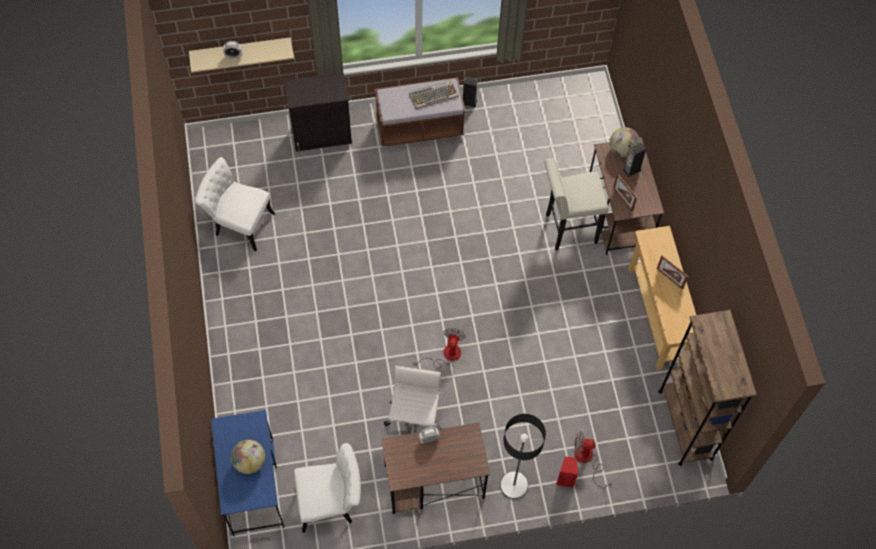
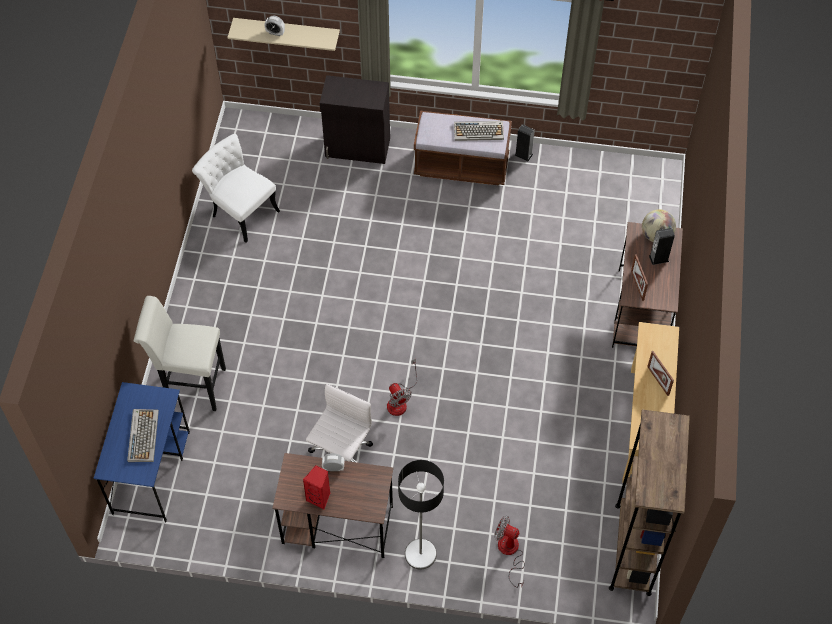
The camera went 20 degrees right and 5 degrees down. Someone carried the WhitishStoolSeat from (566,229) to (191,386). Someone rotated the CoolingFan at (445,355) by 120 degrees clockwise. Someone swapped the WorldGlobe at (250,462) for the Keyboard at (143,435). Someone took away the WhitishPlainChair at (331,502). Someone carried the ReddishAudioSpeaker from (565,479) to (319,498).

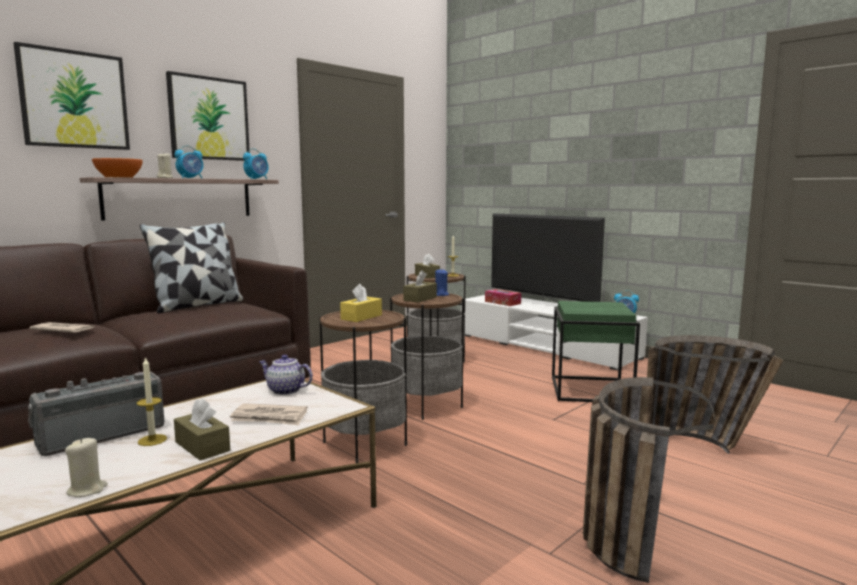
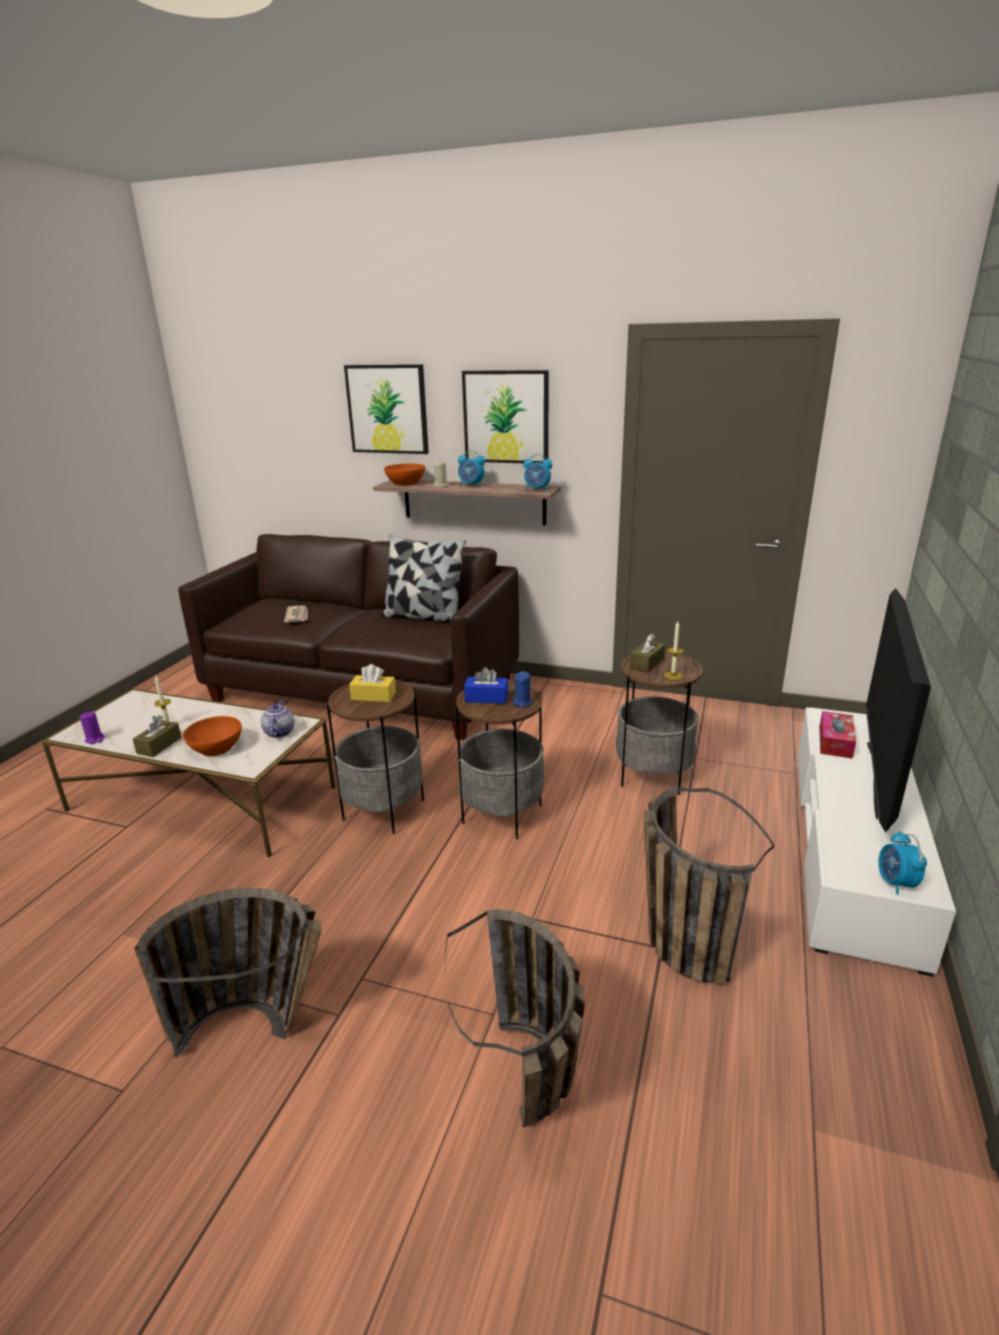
The camera went 65 degrees right and 15 degrees up. Someone repainted the BrownColouredTissueBox at (420,299), which became the BlueTissueBox at (486,698). Someone swapped the GreenishSideTable at (591,390) for the HouseholdBasket at (677,935). Someone took away the RadioReceiver at (101,435). Someone swapped the Newspaper at (269,418) for the OrangeyDeepDish at (216,748). Someone repainted the BeigeColouredCandle at (87,490), which became the PurplishCandle at (95,739).

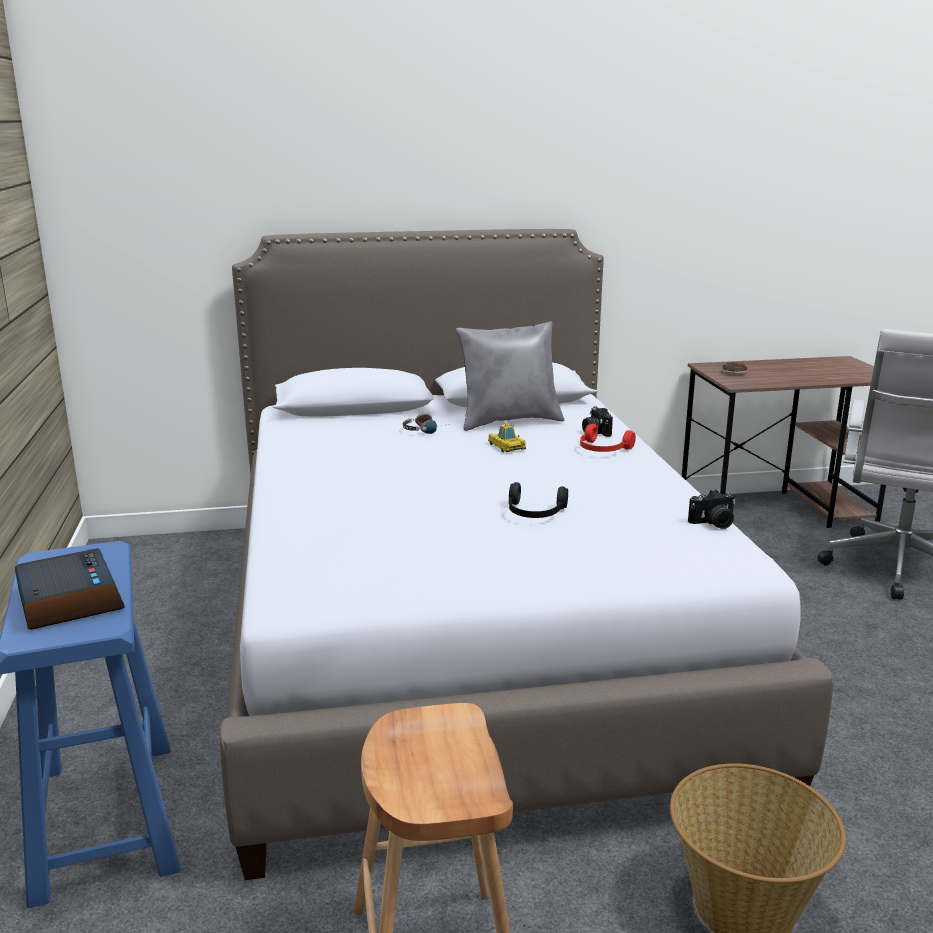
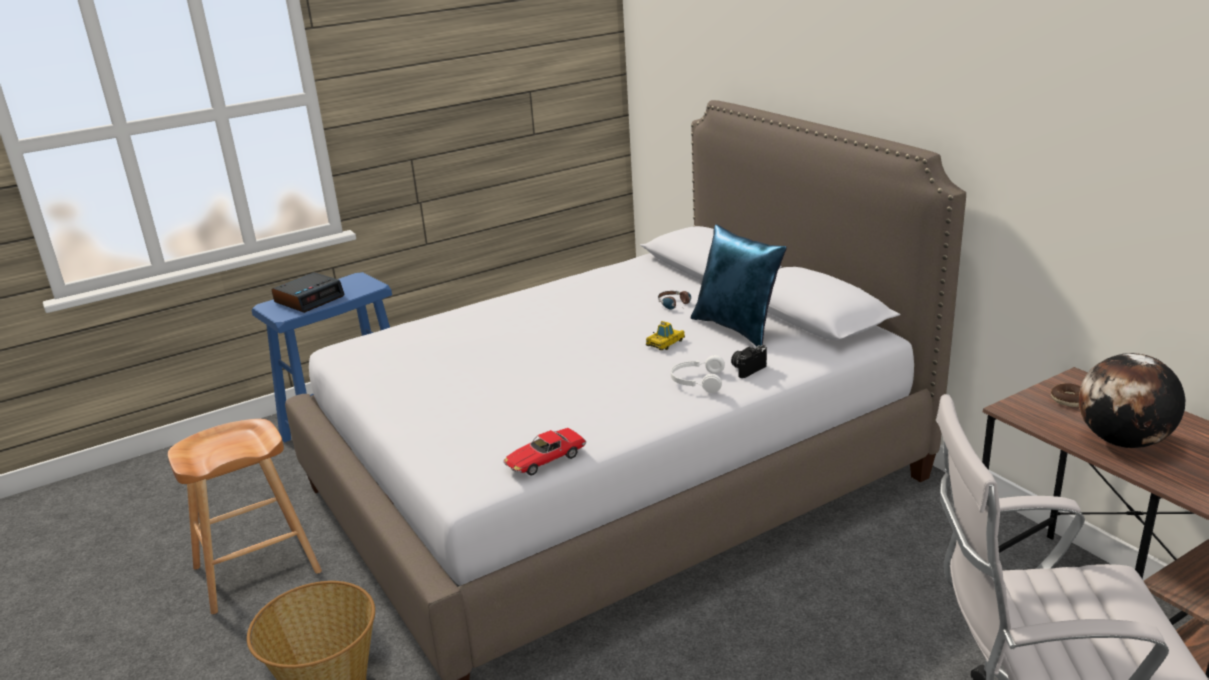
The camera went 70 degrees right and 5 degrees up. Someone repainted the GrayThrowPillow at (509,421), which became the BlueThrowPillow at (738,328). Someone repainted the ReddishHeadset at (602,450), which became the WhitishHeadset at (697,382). Someone took away the BlackHeadset at (534,513). Someone swapped the PhotoCamera at (713,523) for the ToyCar at (545,460). Someone put down the WorldGlobe at (1123,441).

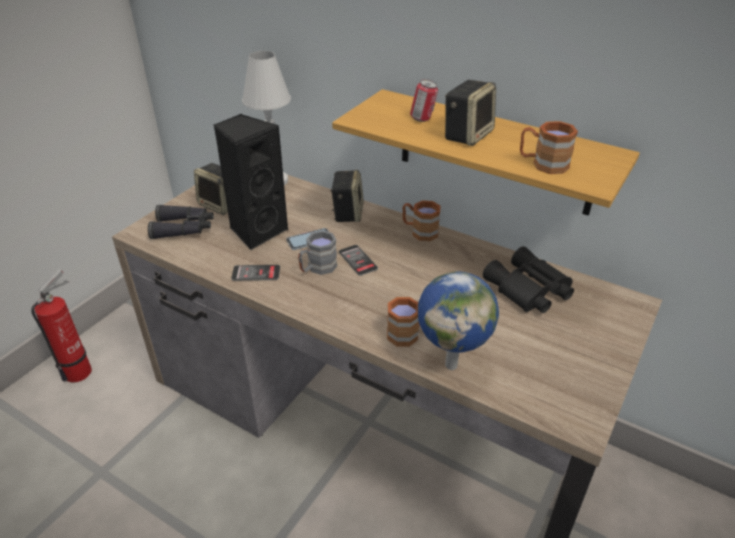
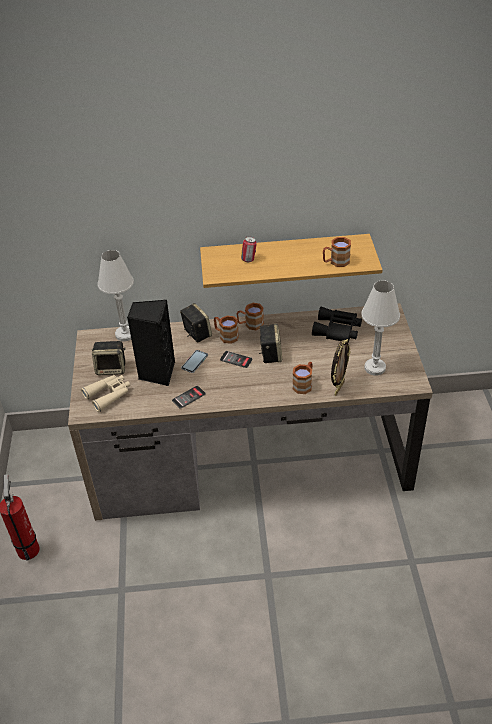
The camera went 35 degrees left and 5 degrees up. Someone carried the AudioSpeaker from (467,135) to (270,354). Someone repainted the BlackFieldGlasses at (184,228), which became the BeigeColouredFieldGlasses at (108,395). Someone took away the GrayMug at (317,268). Someone swapped the WorldGlobe at (452,364) for the PhotoFrame at (338,388). Someone put down the WhitishTableLamp at (374,368). Someone put down the BrownColouredMug at (226,335).

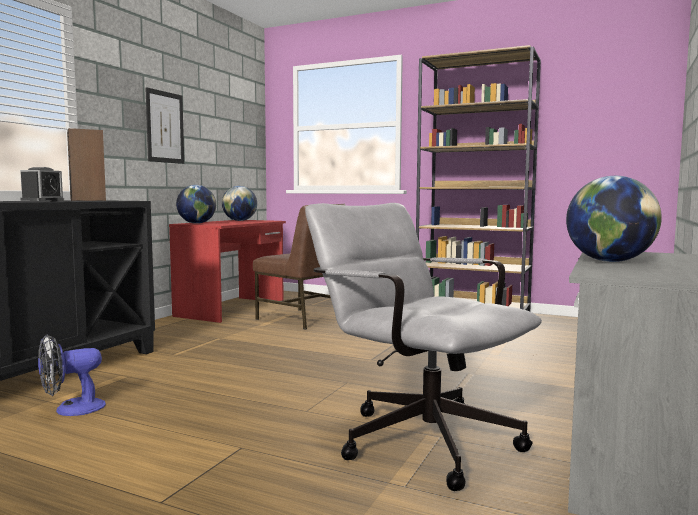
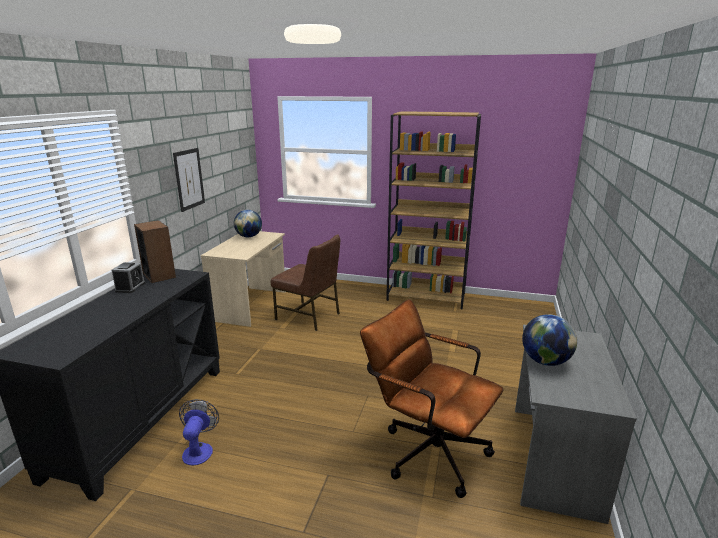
The camera went 10 degrees left and 15 degrees up. Someone took away the WorldGlobe at (197,223). Someone repainted the GrayOfficeChair at (416,436), which became the BrownColouredOfficeChair at (426,449). Someone repainted the ReddishDesk at (232,309), which became the BeigeColouredDesk at (251,305). Someone rotated the CoolingFan at (71,409) by 135 degrees clockwise.

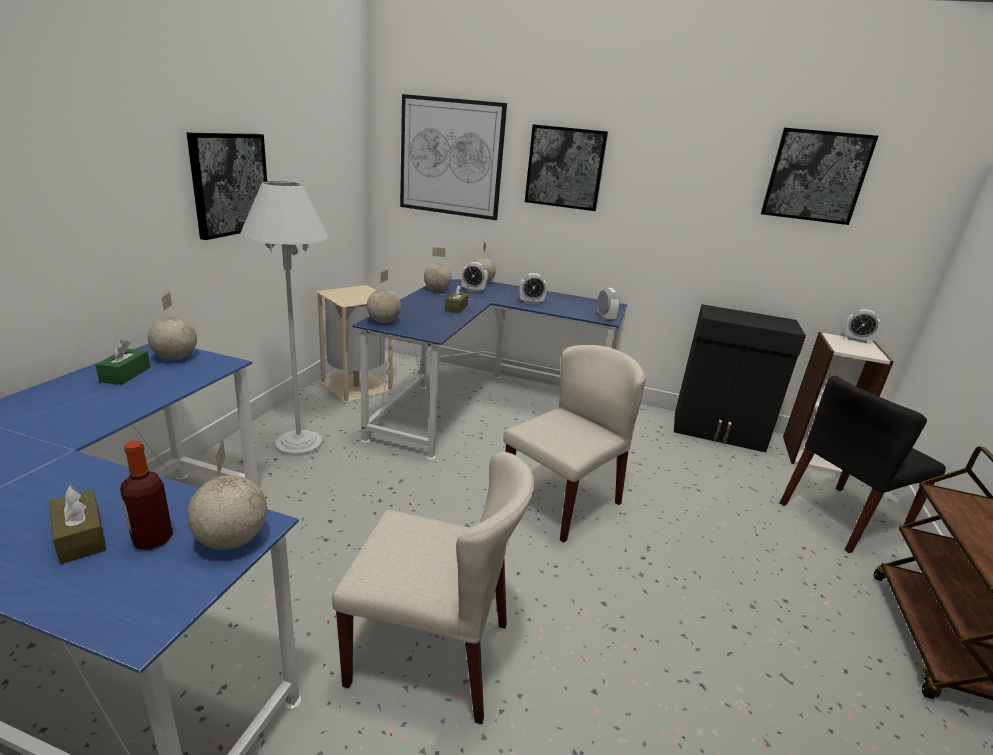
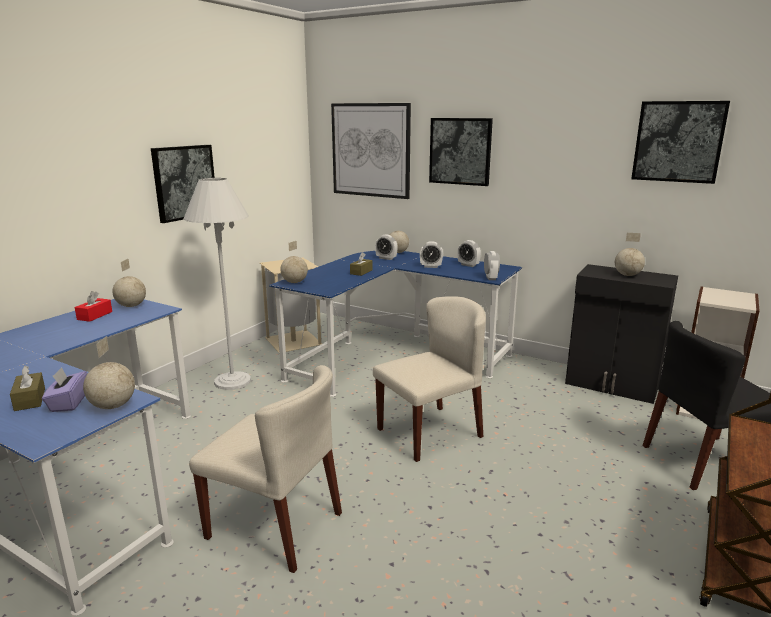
The camera went 15 degrees right and 5 degrees down. Someone carried the WorldGlobe from (436,290) to (627,275). Someone carried the TableClock from (856,340) to (468,265). Someone repainted the GreenishTissueBox at (125,374), which became the ReddishTissueBox at (95,315). Someone swapped the BeverageBottle at (152,539) for the PurplishTissueBox at (68,403).

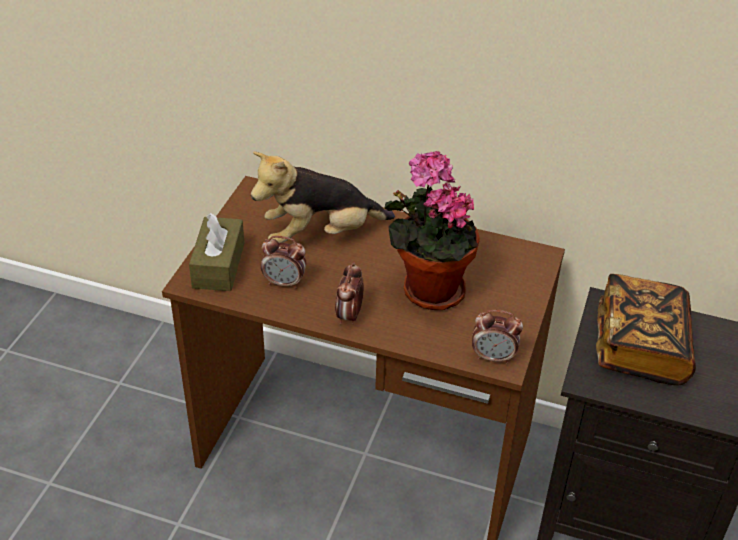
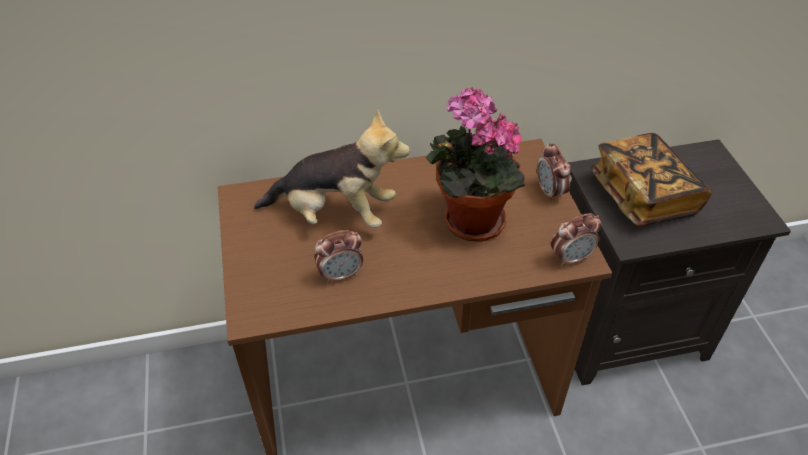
The camera went 30 degrees left and 5 degrees up. Someone rotated the CuddlyToy at (320,235) by 120 degrees counterclockwise. Someone took away the BrownColouredTissueBox at (218,265). Someone carried the TableClock from (349,316) to (550,192).

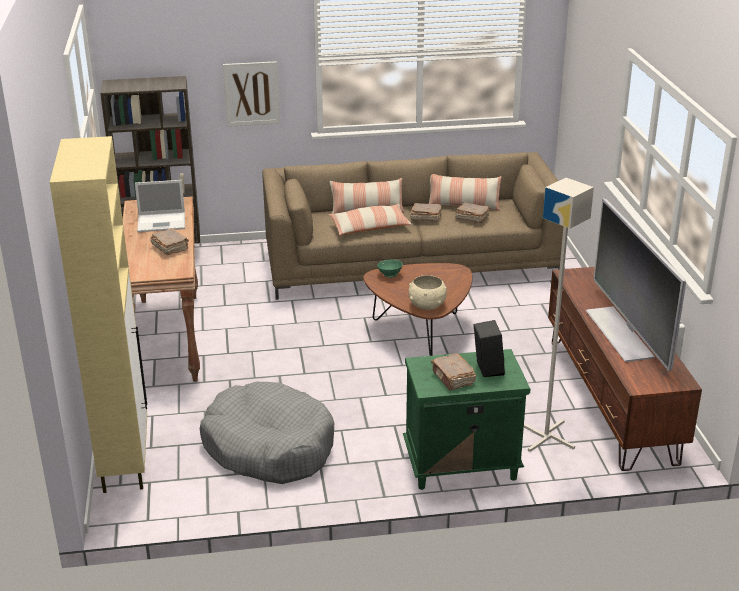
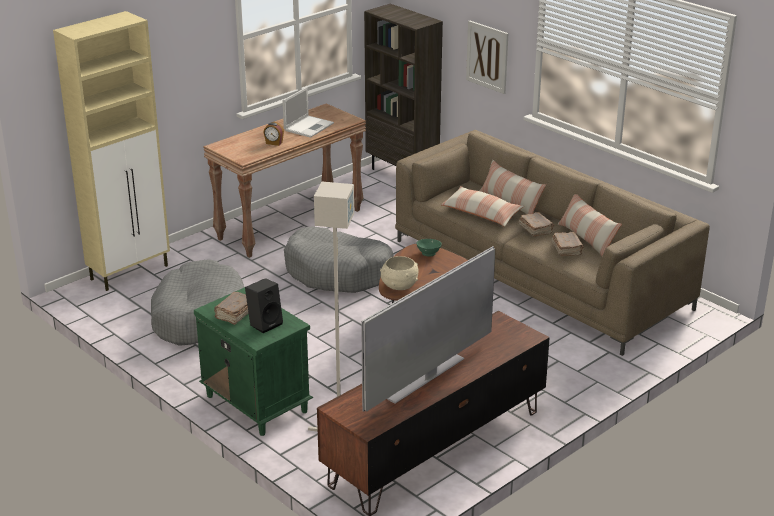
The camera went 55 degrees right and 0 degrees up. Someone rotated the NotebookComputer at (162,222) by 105 degrees counterclockwise. Someone swapped the BrownColouredVolume at (170,248) for the TableClock at (274,143). Someone put down the GrayDogCushion at (338,272).

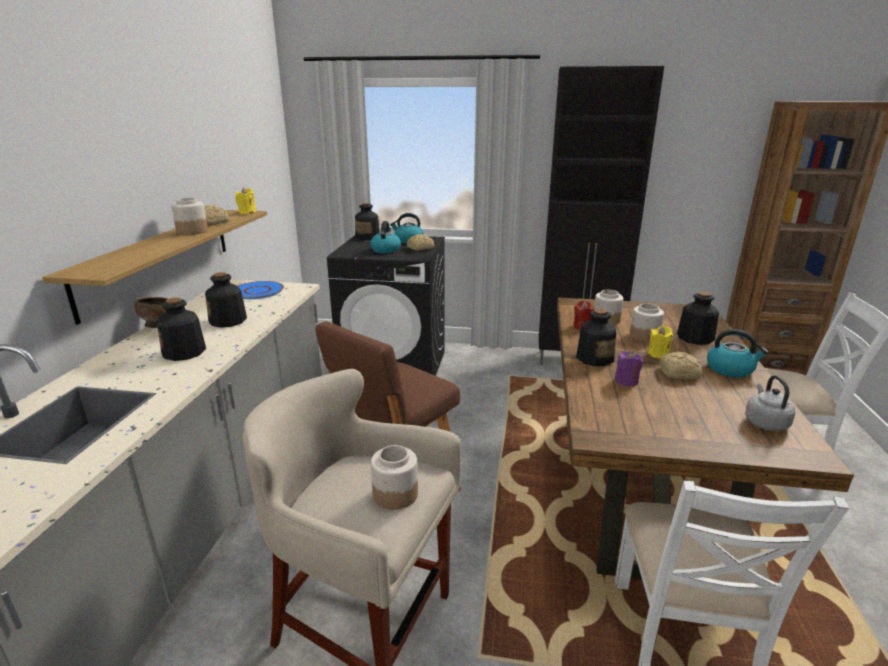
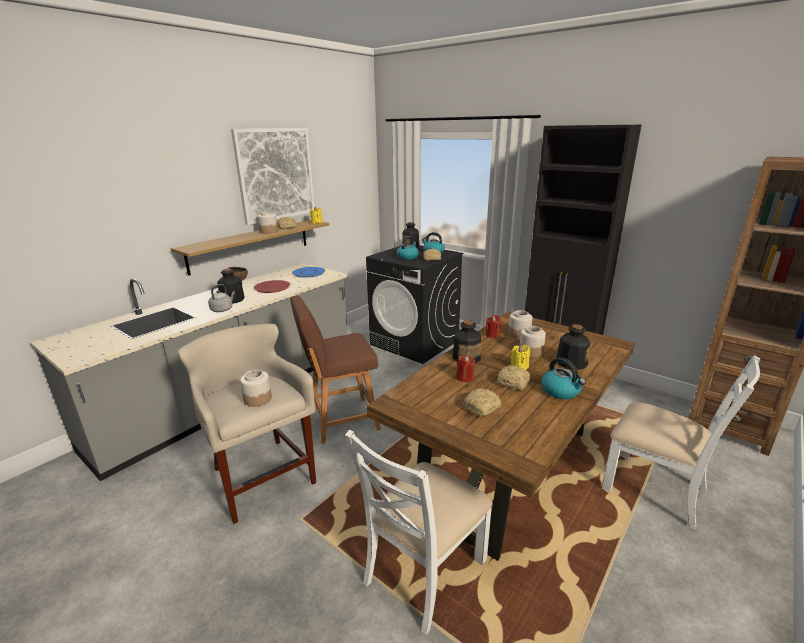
The camera went 30 degrees right and 0 degrees up. Someone swapped the BeverageBottle at (228,321) for the ReddishPlate at (272,287). Someone repainted the PurplishCandle at (626,381), which became the ReddishCandle at (465,377). Someone carried the GrayKettle from (765,422) to (223,309). Someone put up the WallArt at (276,174). Someone put down the BakedBread at (482,407).

